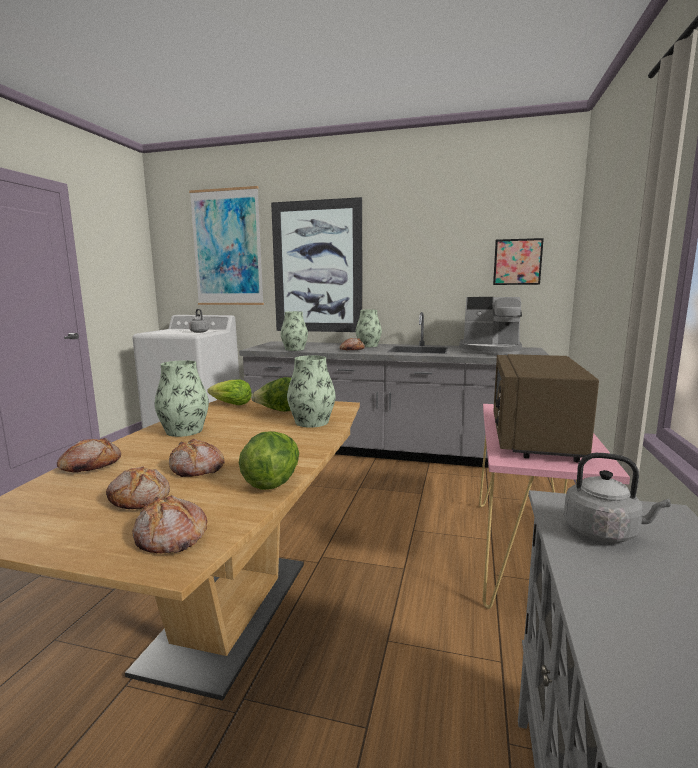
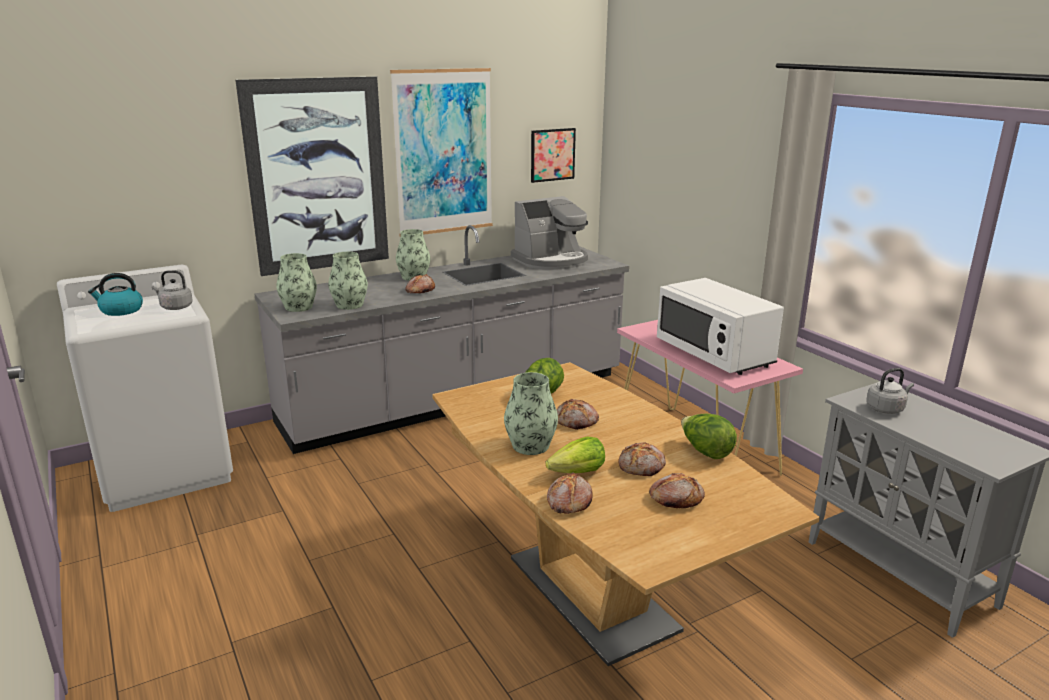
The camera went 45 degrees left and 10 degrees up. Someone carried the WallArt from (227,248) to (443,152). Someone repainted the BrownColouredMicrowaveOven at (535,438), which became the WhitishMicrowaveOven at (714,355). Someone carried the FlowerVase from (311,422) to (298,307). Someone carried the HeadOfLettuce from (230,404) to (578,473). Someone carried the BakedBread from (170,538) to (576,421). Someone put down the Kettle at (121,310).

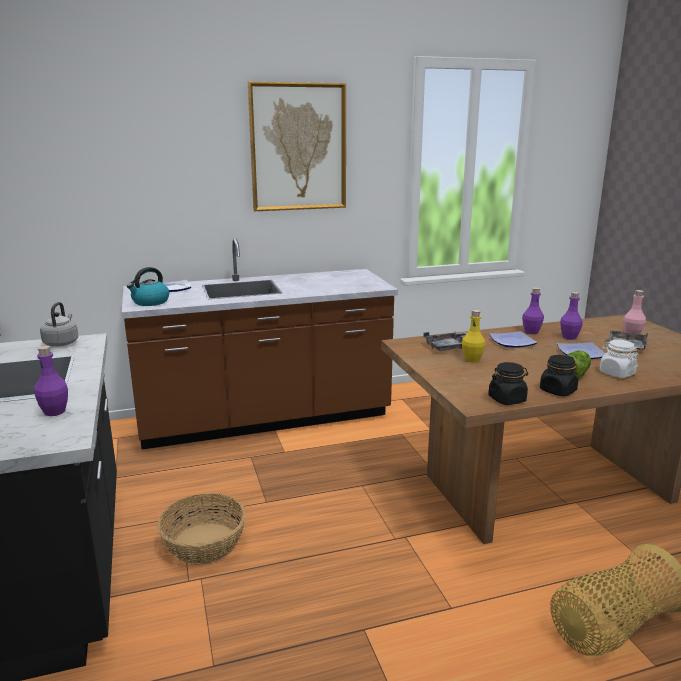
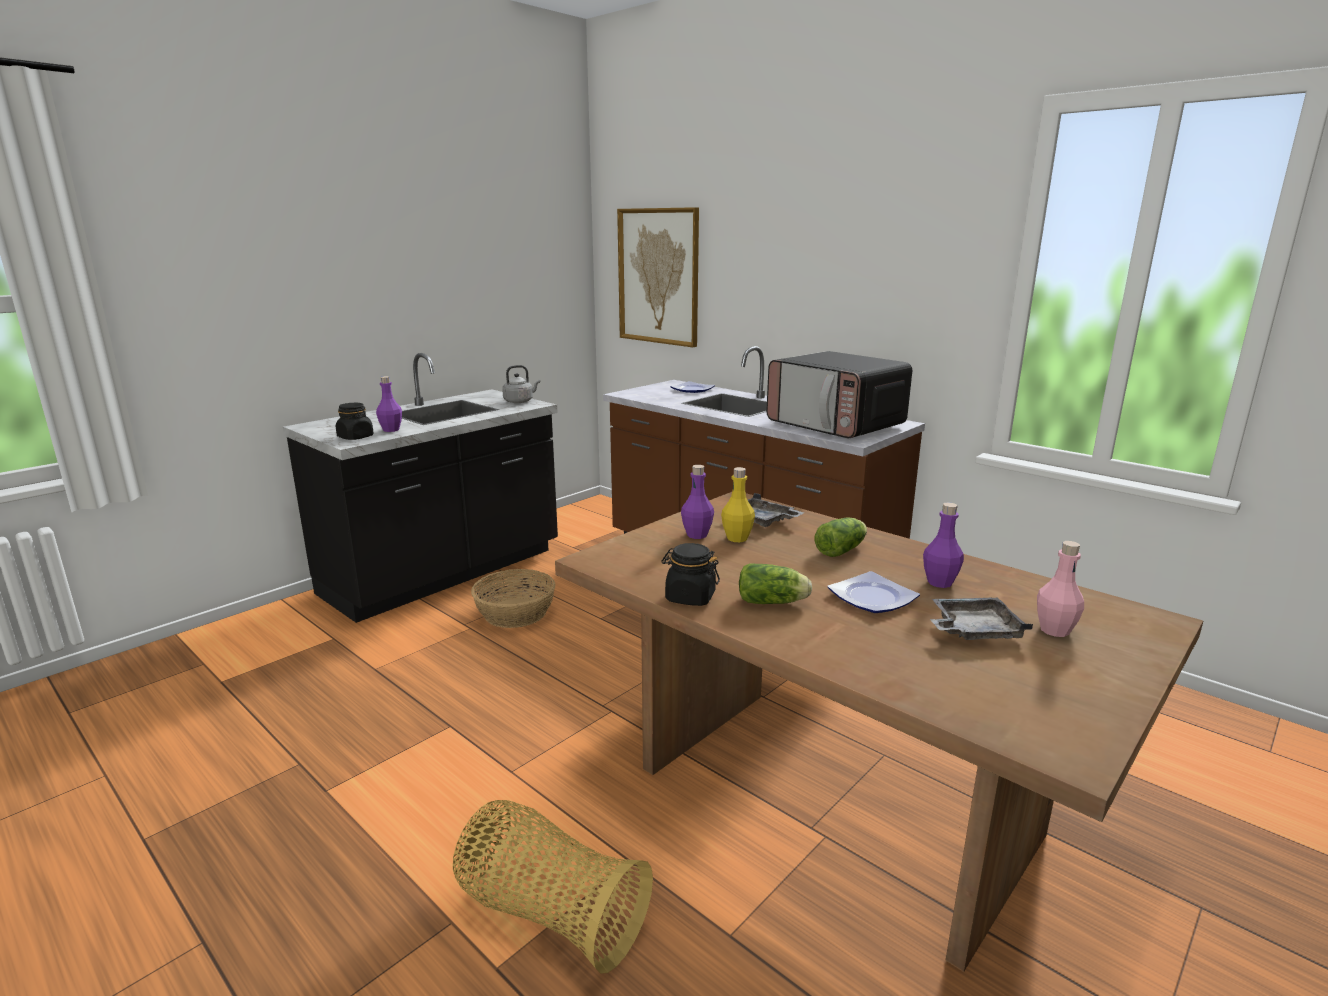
The camera went 60 degrees right and 0 degrees up. Someone carried the WallArt from (298,147) to (658,276). Someone took away the Kettle at (150,302). Someone carried the PurplishBeverageBottle from (531,332) to (697,535). Someone swapped the Plate at (512,342) for the HeadOfLettuce at (842,550). Someone took away the WhitishPreserveJar at (616,373). Someone carried the BlackPreserveJar from (507,399) to (355,437). Someone put down the MicrowaveOven at (836,425).

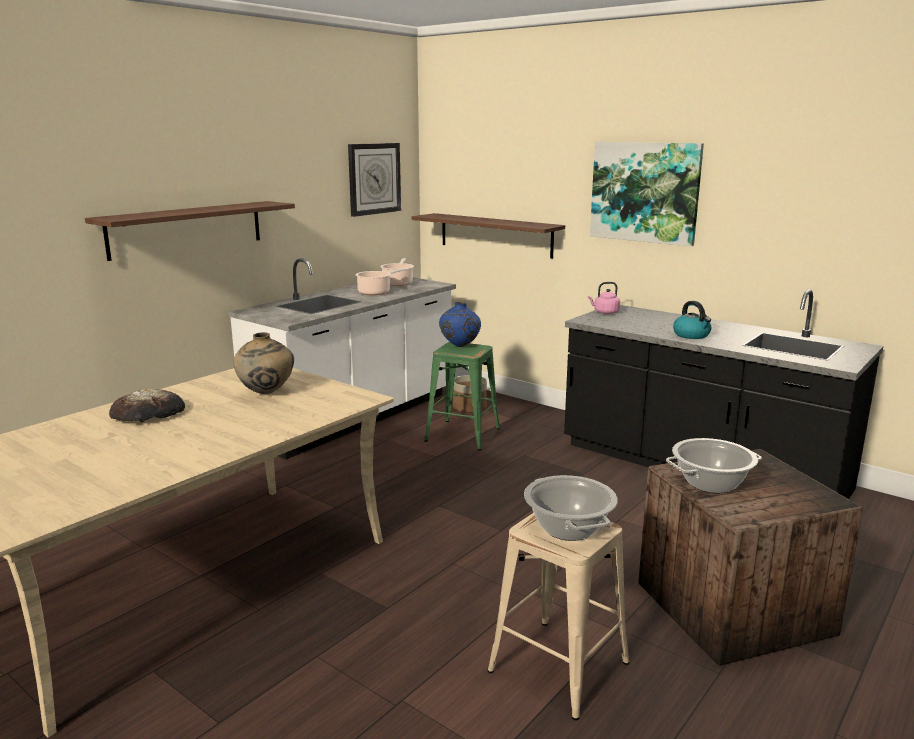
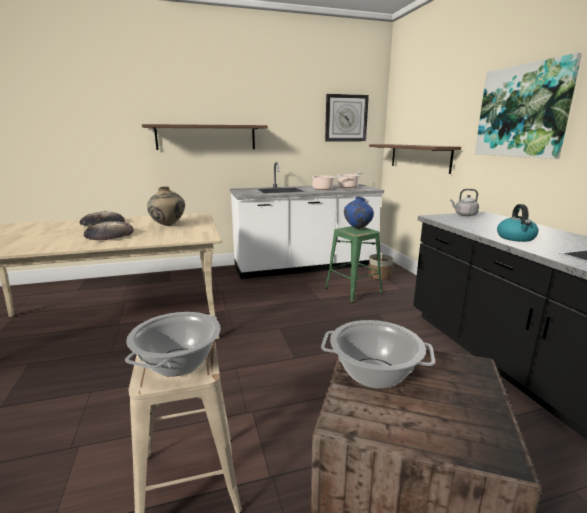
The camera went 35 degrees right and 0 degrees up. Someone repainted the PinkishKettle at (605,312), which became the GrayKettle at (464,215). Someone put down the BakedBread at (109,235).

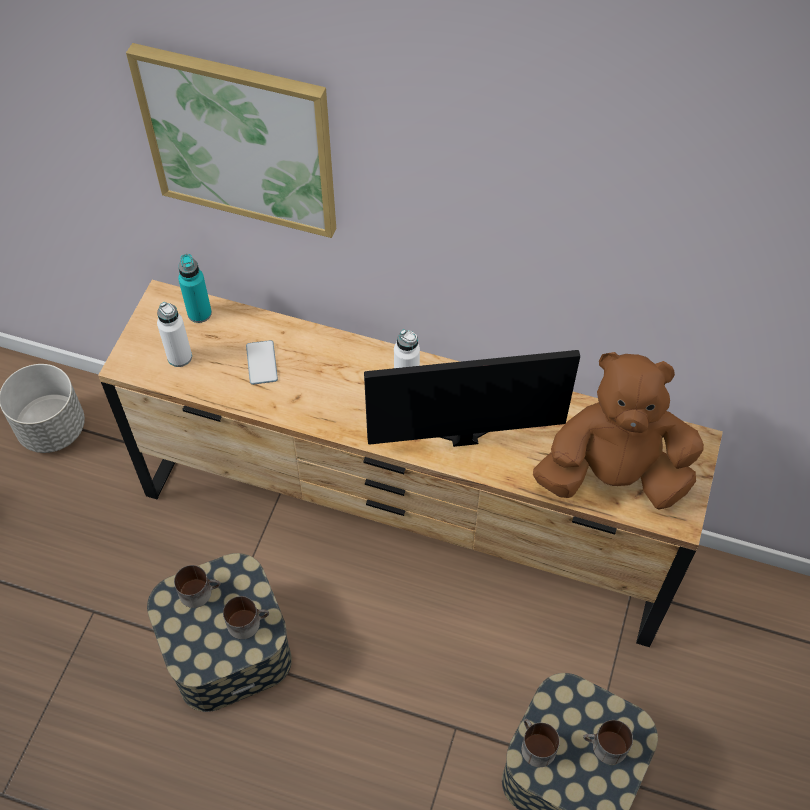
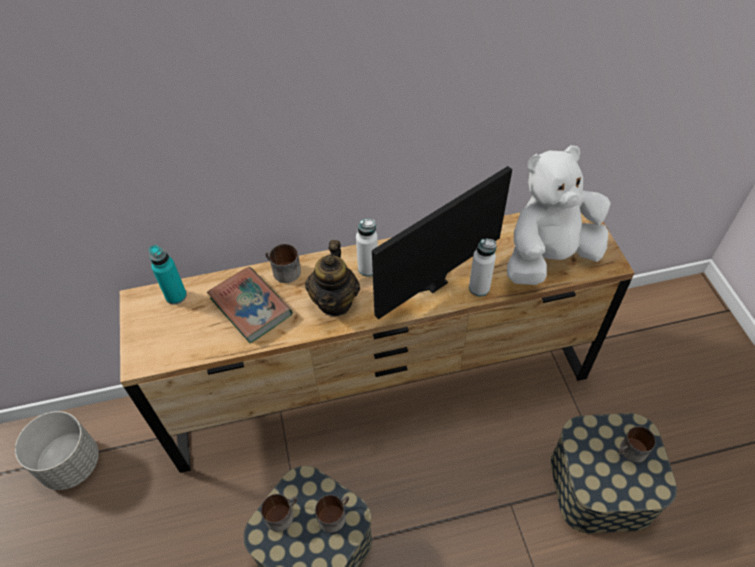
The camera went 30 degrees left and 5 degrees down. Someone took away the WallArt at (240,140). Someone carried the WhitishBeverageBottle from (179,357) to (479,288). Someone swapped the Telephone at (261,363) for the Volume at (251,307). Someone repainted the BrownColouredCuddlyToy at (613,475), which became the WhitishCuddlyToy at (549,257). Someone carried the Mug from (534,746) to (283,271). Someone put down the Teapot at (335,301).

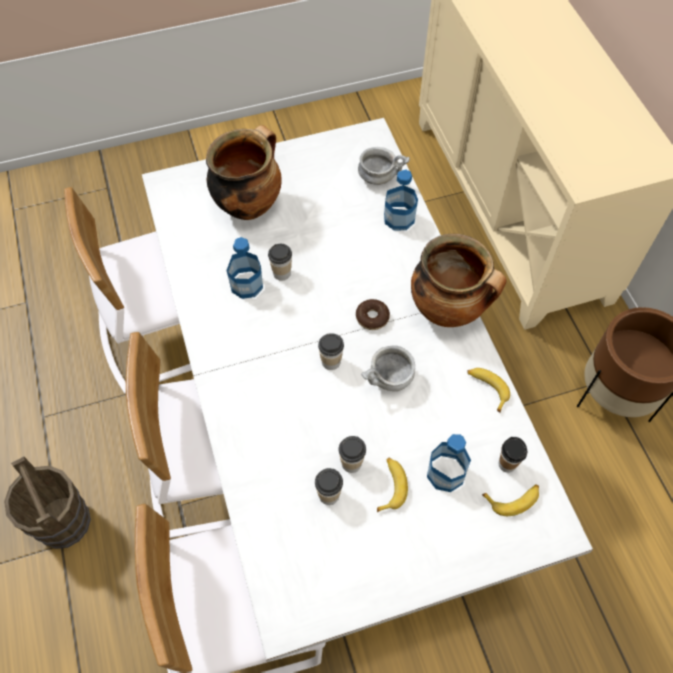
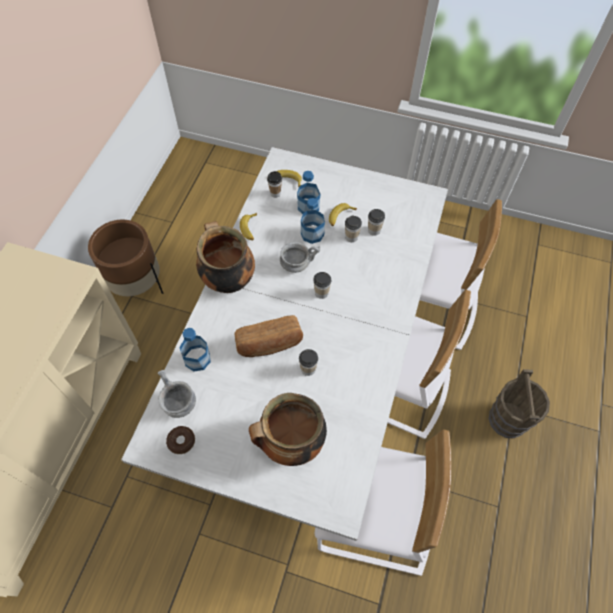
The camera went 145 degrees left and 0 degrees up. Someone carried the BeverageBottle from (246,284) to (312,234). Someone carried the RingDoughnut from (372,317) to (181,441). Someone put down the BakedBread at (269,344).

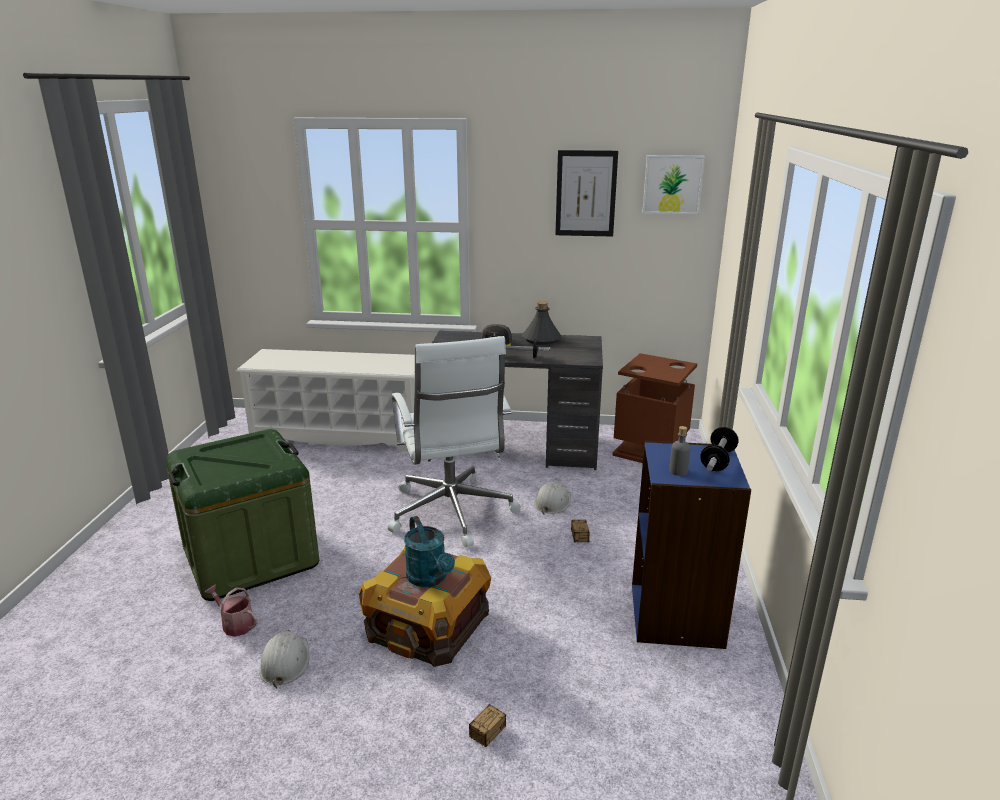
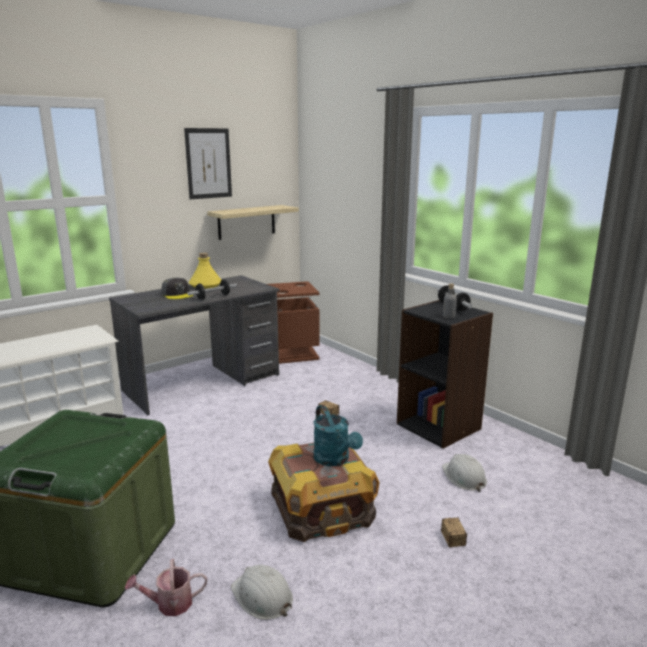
The camera went 45 degrees left and 5 degrees down. Someone took away the WallArt at (672,184). Someone repainted the GrayBeverageBottle at (541,339), which became the YellowishBeverageBottle at (206,285). Someone took away the WhitishOfficeChair at (451,513). Someone repainted the BlueBookcase at (677,616), which became the BlackBookcase at (439,426). Someone carried the WhitishHardHat from (552,502) to (464,477). Someone rotated the TurquoiseWateringCan at (430,579) by 45 degrees clockwise. Someone put up the WallShelf at (246,222).

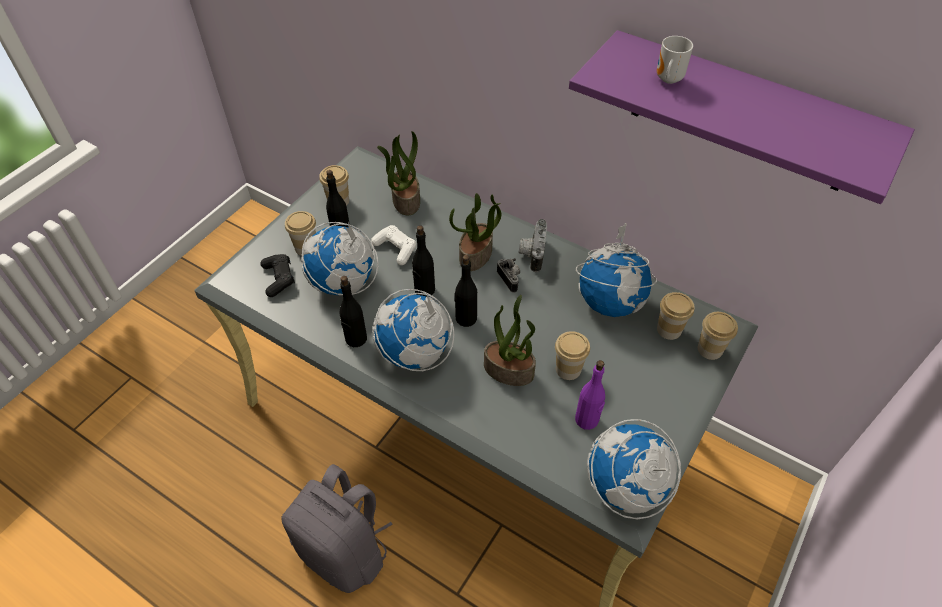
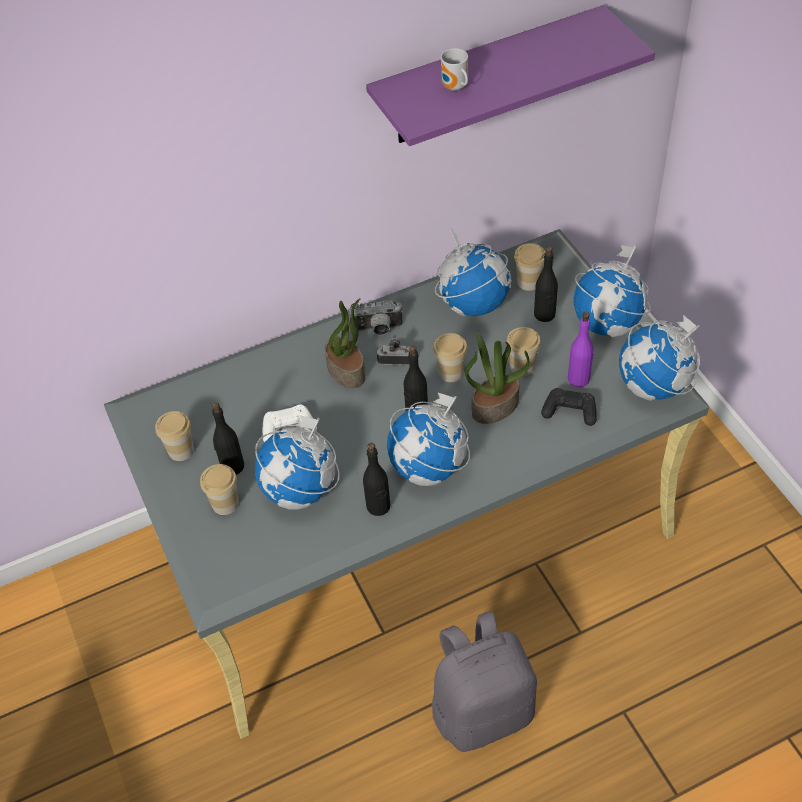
The camera went 55 degrees left and 0 degrees up. Someone took away the PottedPlant at (405,200). Someone rotated the PhotoCamera at (531,253) by 45 degrees counterclockwise. Someone carried the BlackBeverageBottle from (424,290) to (544,314). Someone carried the BlackGamepad from (279,279) to (570,411). Someone carried the Cup from (710,349) to (450,372). Someone put down the WorldGlobe at (608,323).

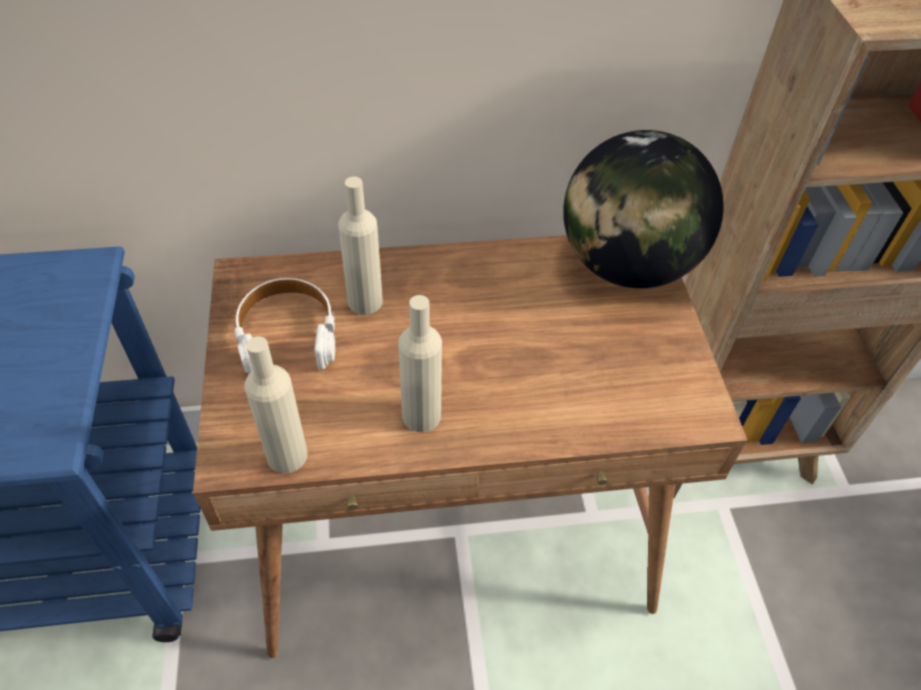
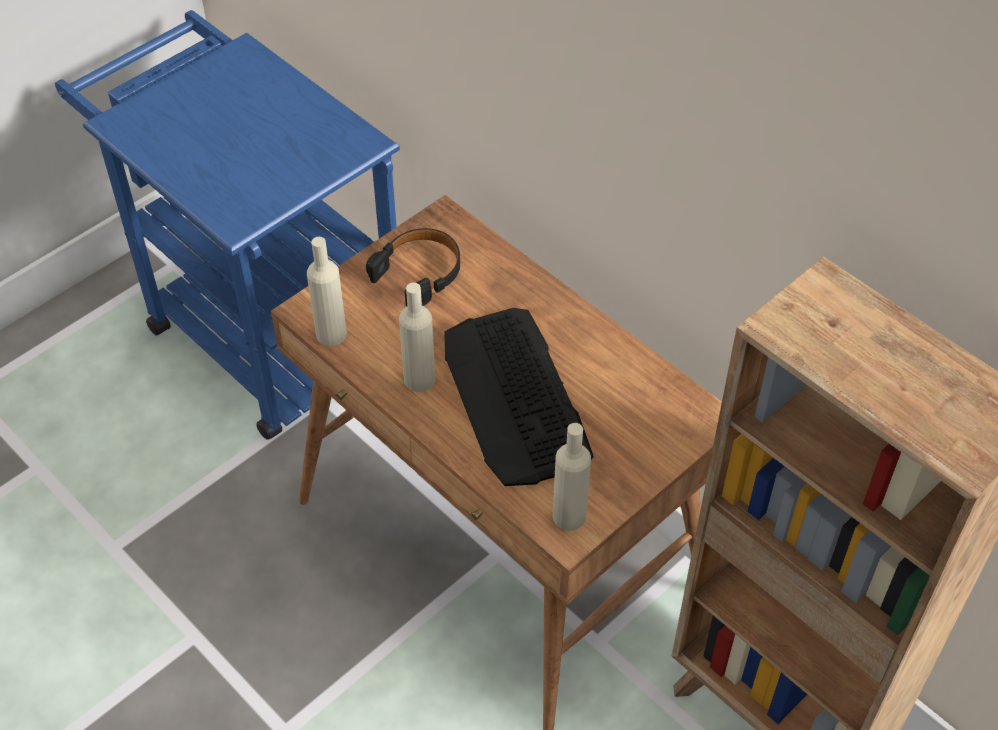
The camera went 55 degrees right and 0 degrees up. Someone took away the WorldGlobe at (627,265). Someone carried the BeigeColouredBeverageBottle from (365,301) to (569,516). Someone repainted the WhitishHeadset at (287,334), which became the BlackHeadset at (419,273). Someone put down the Keyboard at (515,397).

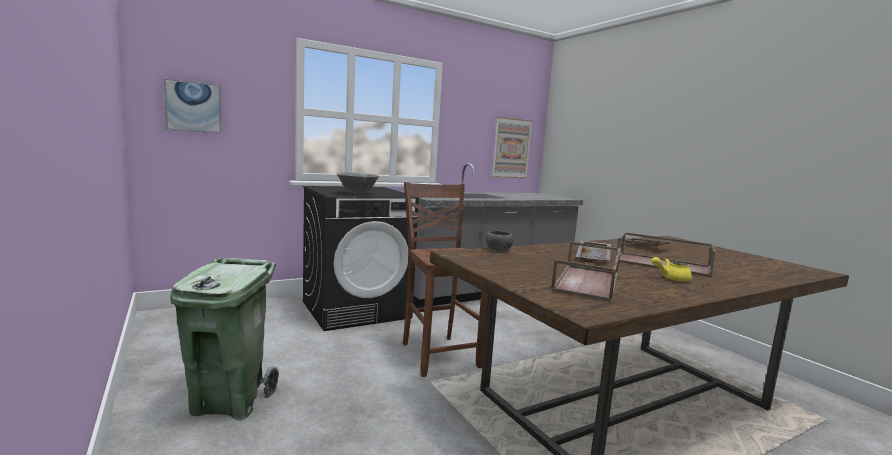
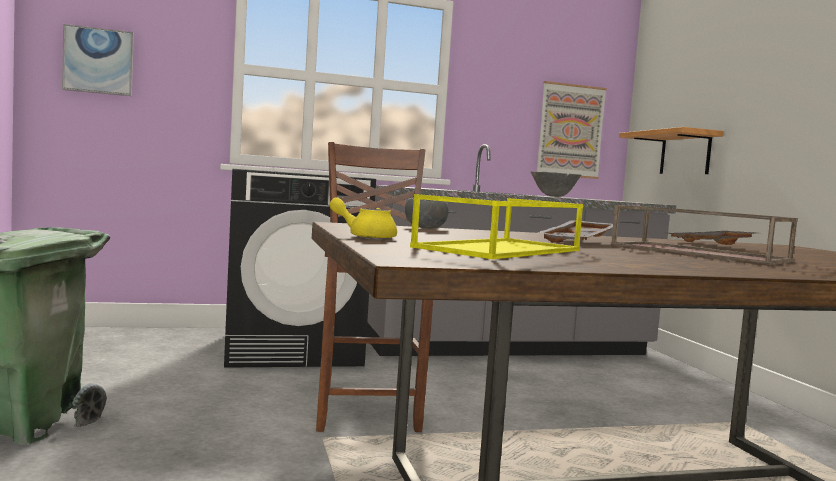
The camera went 15 degrees right and 5 degrees down. Someone carried the GrayDeepDish from (358,194) to (554,196). Someone repainted the BrownColouredServingTray at (588,282), which became the YellowishServingTray at (500,249). Someone carried the YellowishTeapot from (671,278) to (366,237). Someone put up the WallShelf at (685,154).

